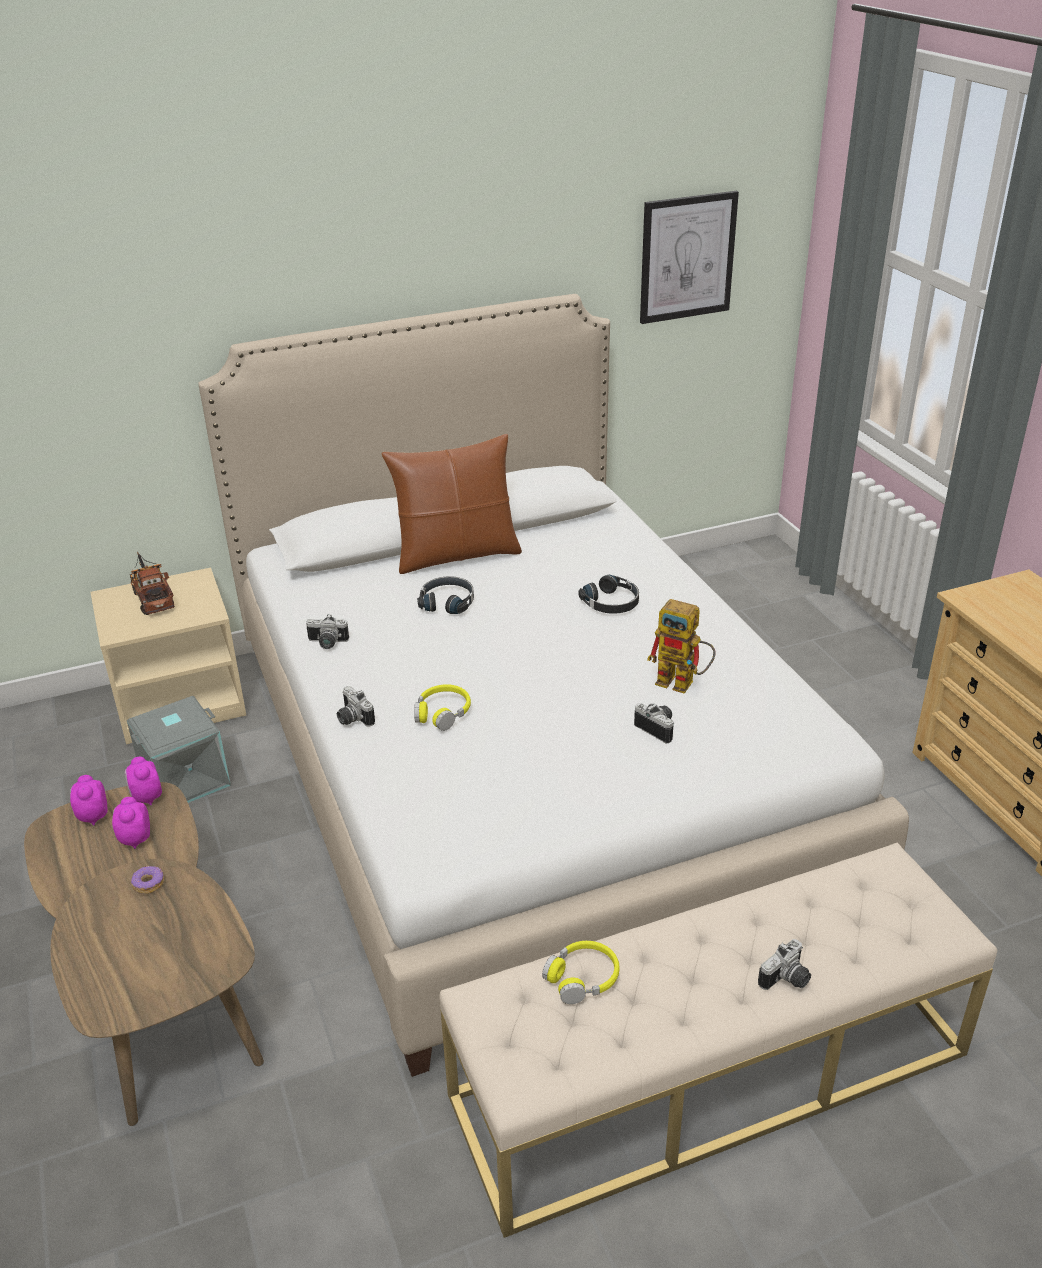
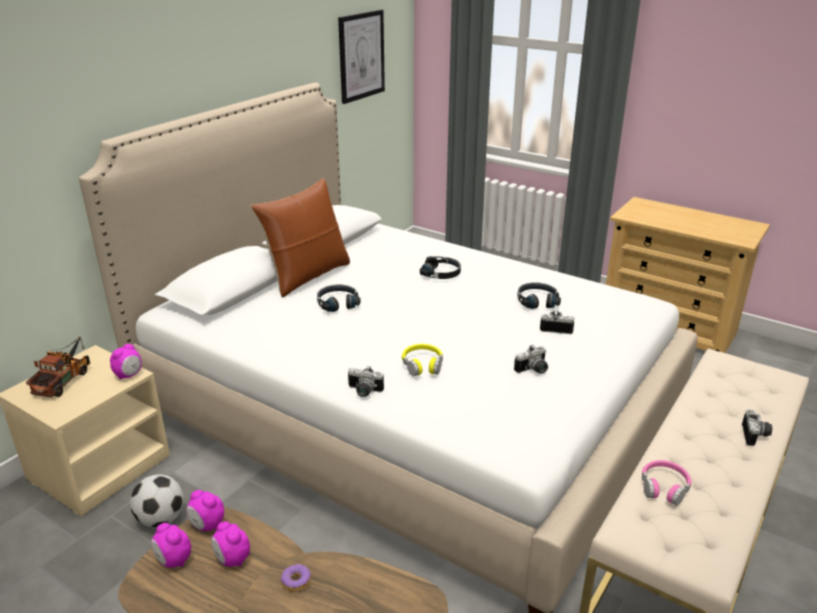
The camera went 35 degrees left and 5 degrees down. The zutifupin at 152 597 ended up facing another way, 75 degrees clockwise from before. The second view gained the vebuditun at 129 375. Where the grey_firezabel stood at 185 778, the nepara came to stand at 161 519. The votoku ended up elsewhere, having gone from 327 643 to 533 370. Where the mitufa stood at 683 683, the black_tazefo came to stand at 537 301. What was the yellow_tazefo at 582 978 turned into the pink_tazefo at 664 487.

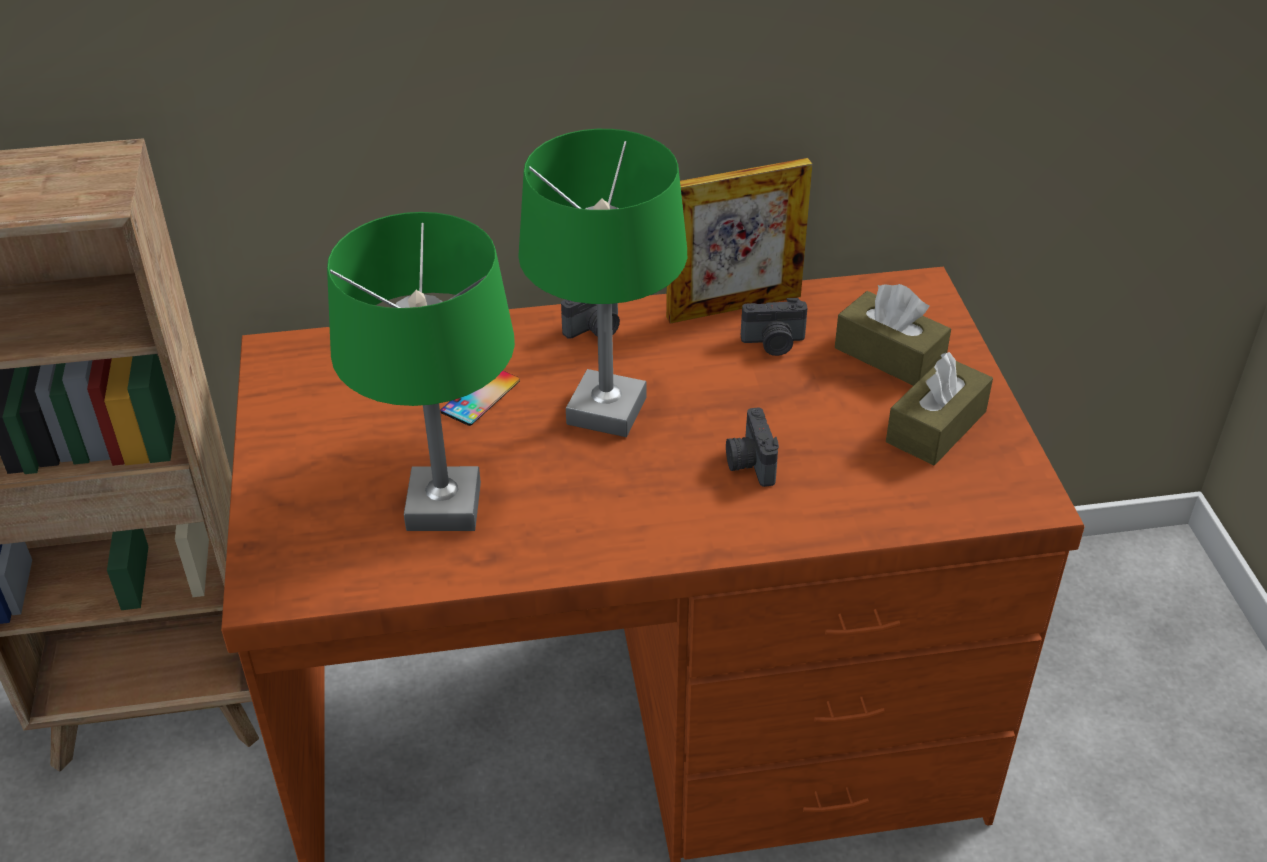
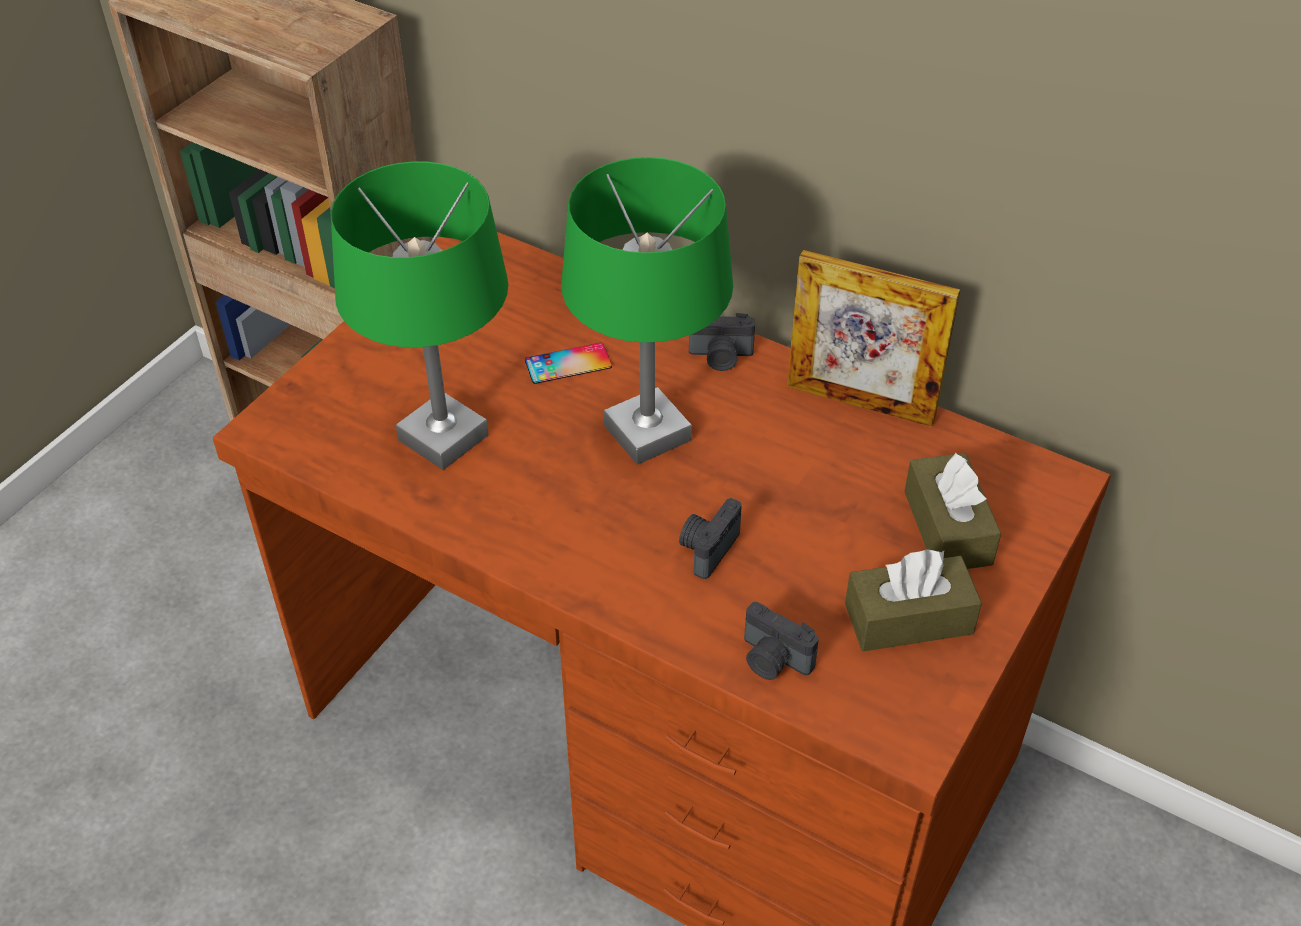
The camera went 40 degrees right and 5 degrees up. The votoku ended up elsewhere, having gone from 773 343 to 772 660.

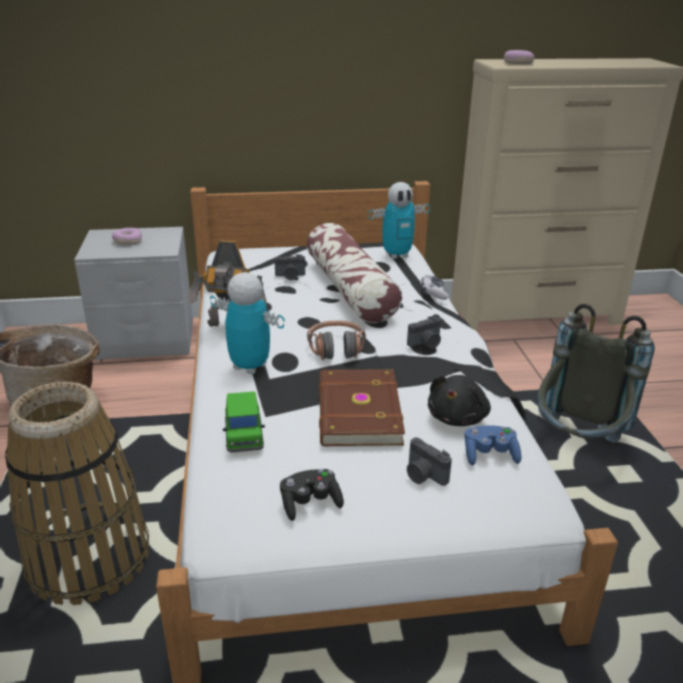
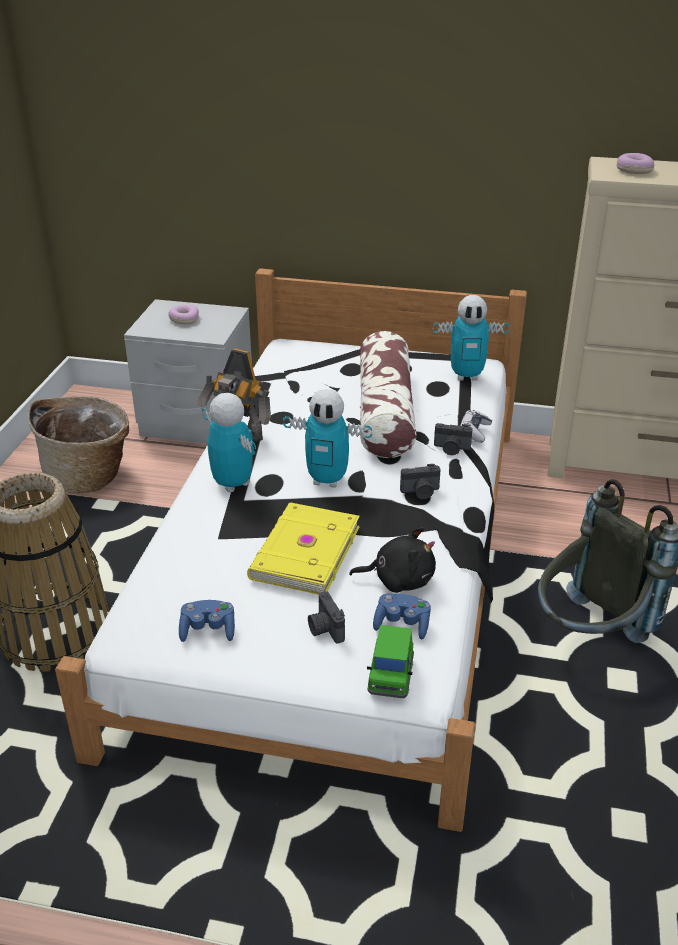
The camera went 20 degrees right and 5 degrees up. What was the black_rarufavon at 310 503 turned into the blue_rarufavon at 208 630. What was the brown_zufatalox at 356 412 turned into the yellow_zufatalox at 303 552. Where the tazefo stood at 336 349, the mitufa came to stand at 327 480. The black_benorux at 458 417 ended up facing another way, 135 degrees counterclockwise from before. The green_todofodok ended up elsewhere, having gone from 244 438 to 390 677. The votoku ended up elsewhere, having gone from 290 276 to 451 449.

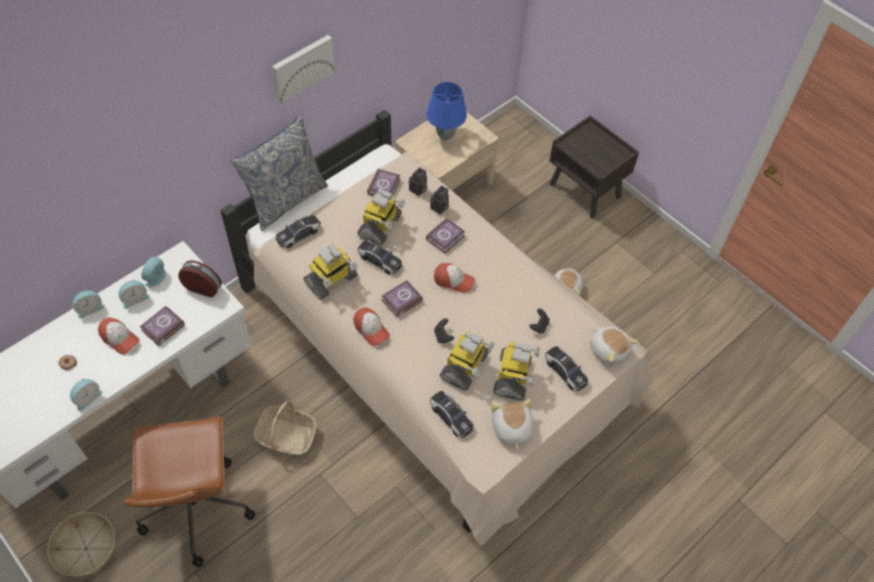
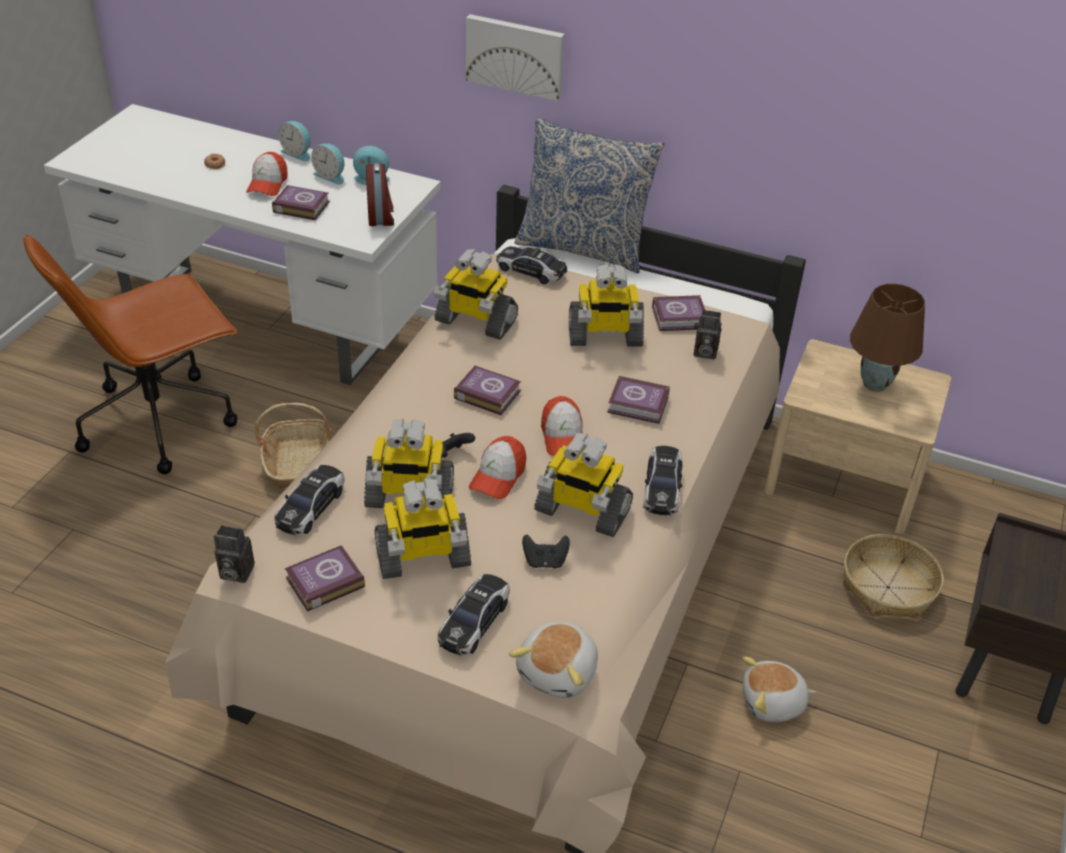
The camera went 65 degrees right and 15 degrees down. The votoku ended up elsewhere, having gone from 439 208 to 234 572. Where the benorux stood at 511 428, the zufatalox came to stand at 323 582. The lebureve ended up elsewhere, having gone from 302 67 to 516 55. The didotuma ended up elsewhere, having gone from 371 329 to 498 476. The second view gained the mitufa at 581 511. The todofodok ended up elsewhere, having gone from 379 260 to 662 488. The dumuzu ended up elsewhere, having gone from 85 548 to 887 587. What was the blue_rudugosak at 445 135 turned into the brown_rudugosak at 874 384. The second view lost the vebuditun at 87 398.

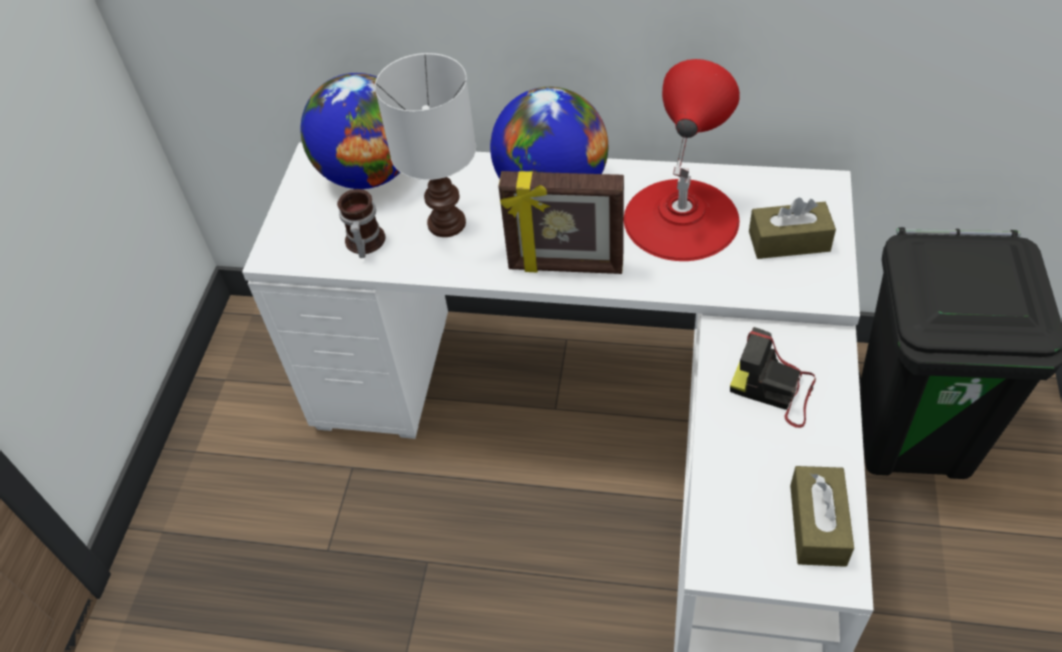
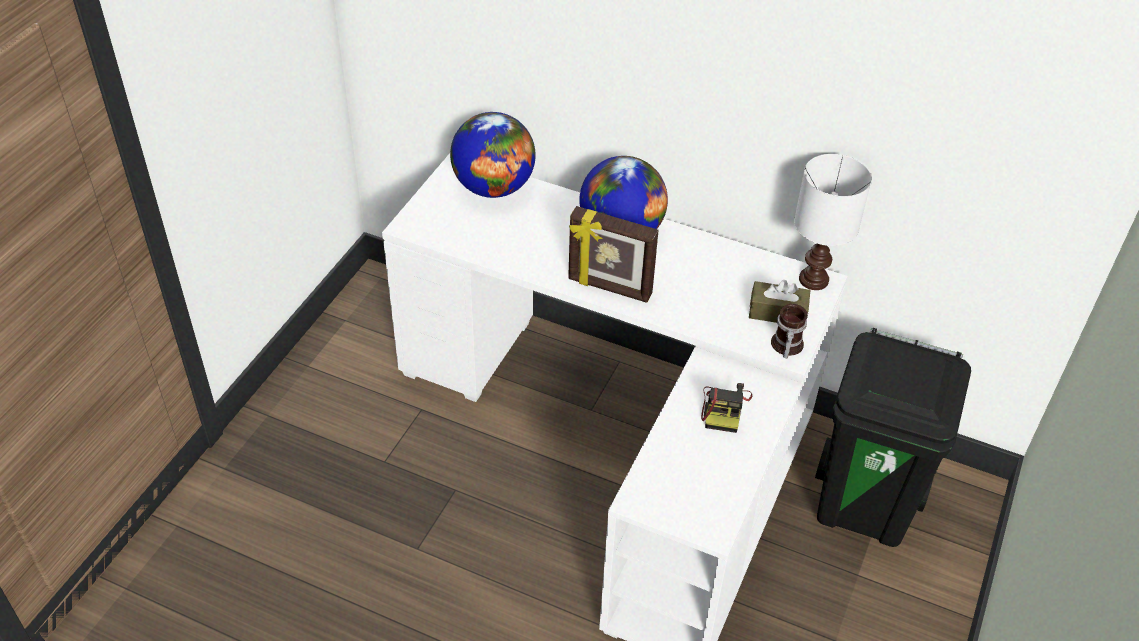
The camera went 10 degrees right and 5 degrees down. The votoku at 775 390 ended up facing another way, 120 degrees counterclockwise from before. The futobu ended up elsewhere, having gone from 363 243 to 785 346. The white_rudugosak ended up elsewhere, having gone from 446 224 to 813 280. The second view lost the red_rudugosak at 680 218. The second view lost the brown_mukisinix at 817 524.

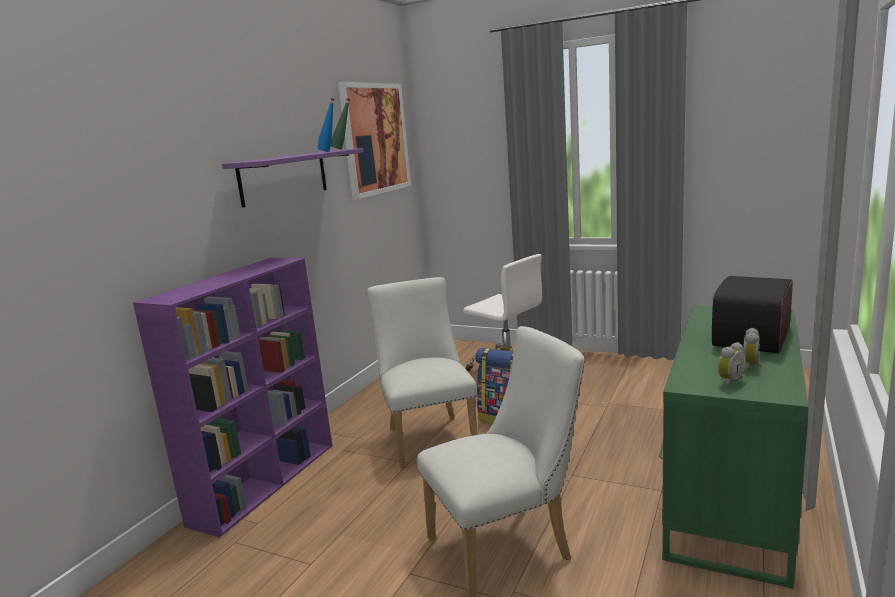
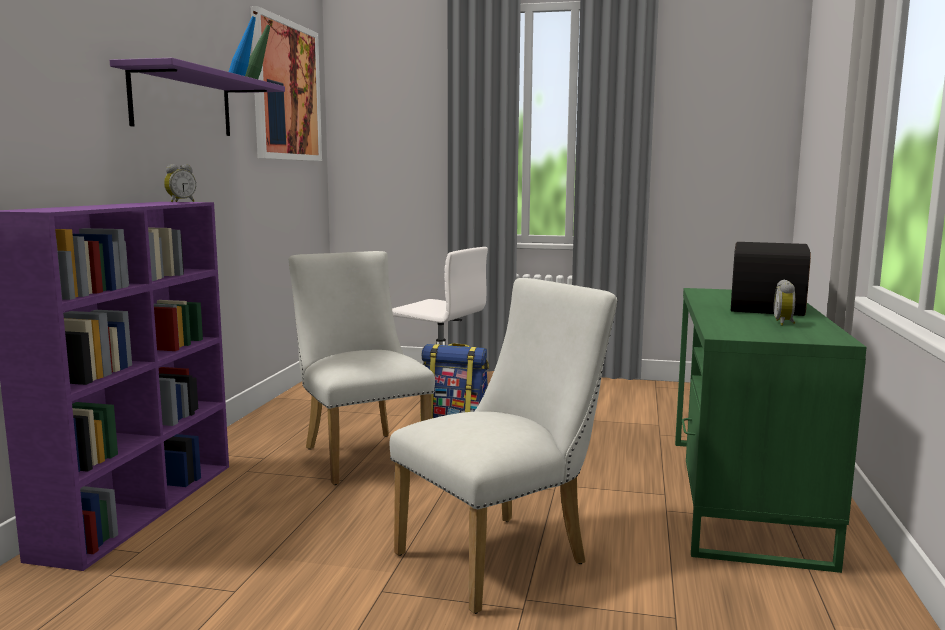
The camera went 15 degrees left and 5 degrees down. The vebuditun ended up elsewhere, having gone from 729 381 to 180 202.

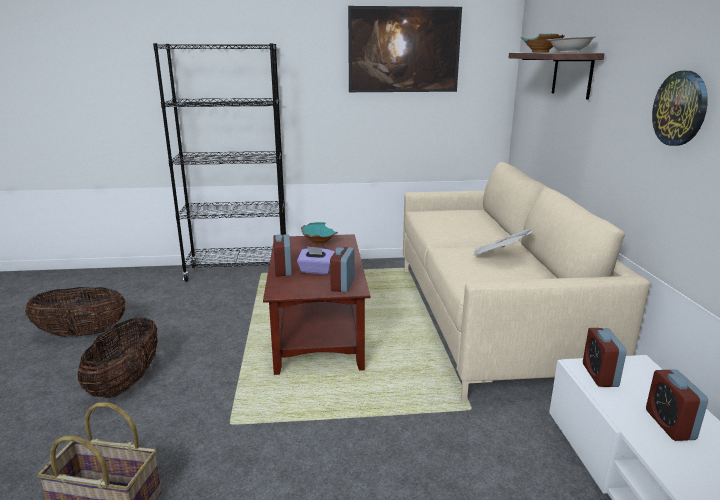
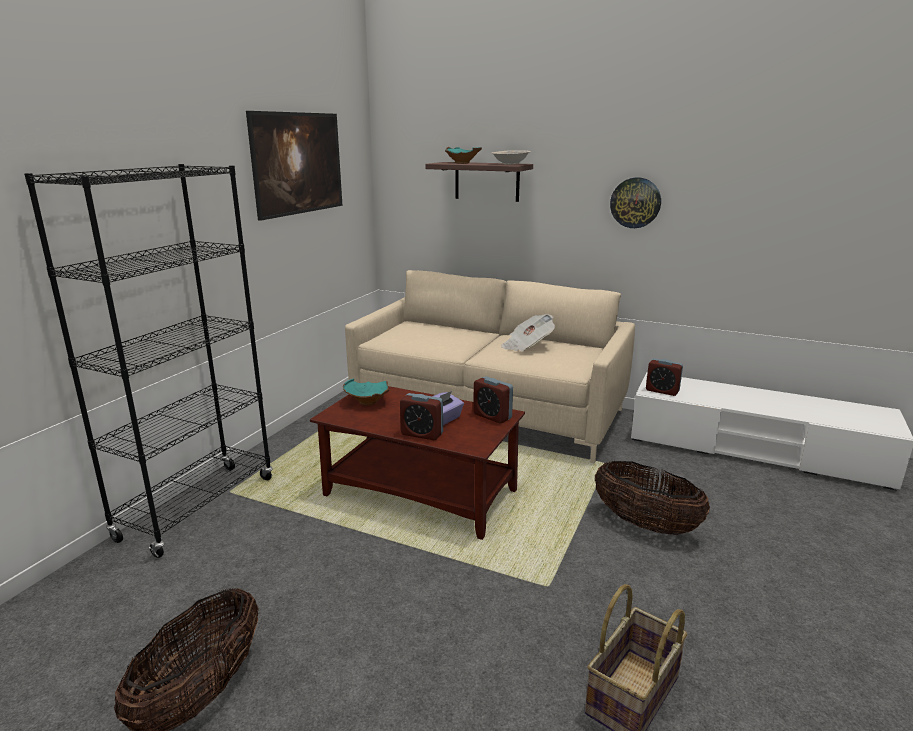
The camera went 60 degrees left and 0 degrees up. The dumuzu ended up elsewhere, having gone from 126 382 to 645 524. The second view lost the vebuditun at 669 424.

